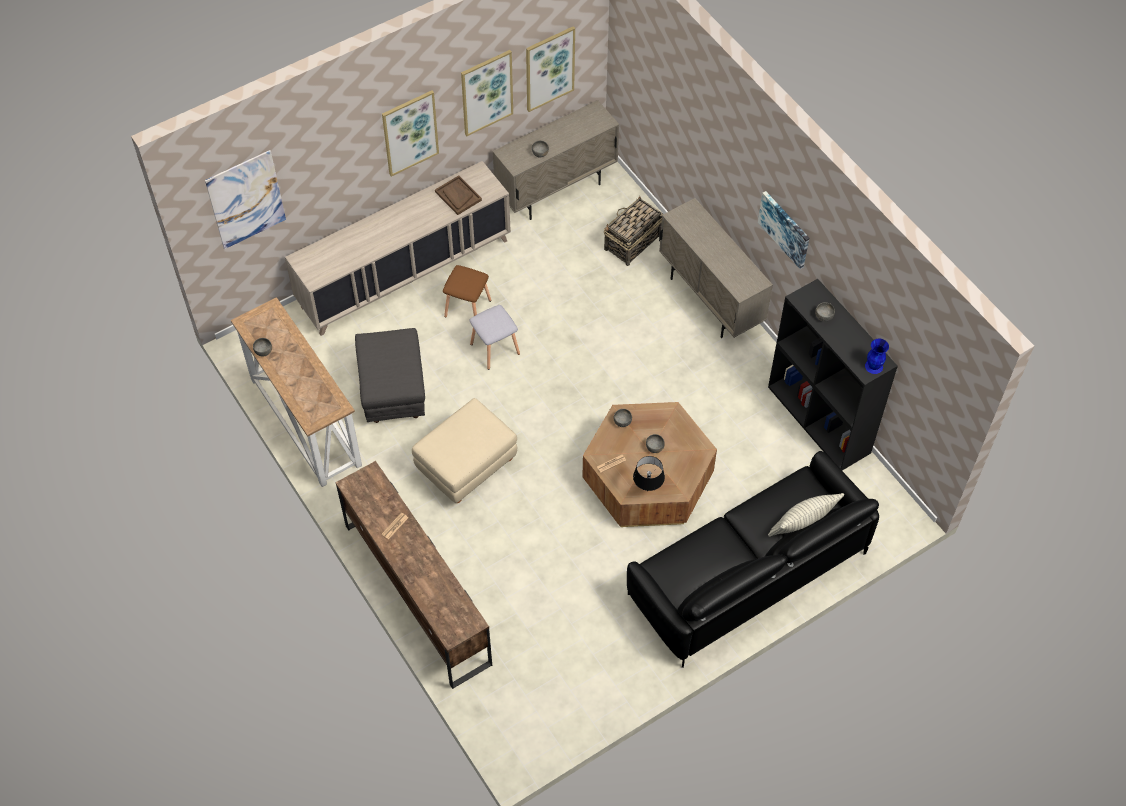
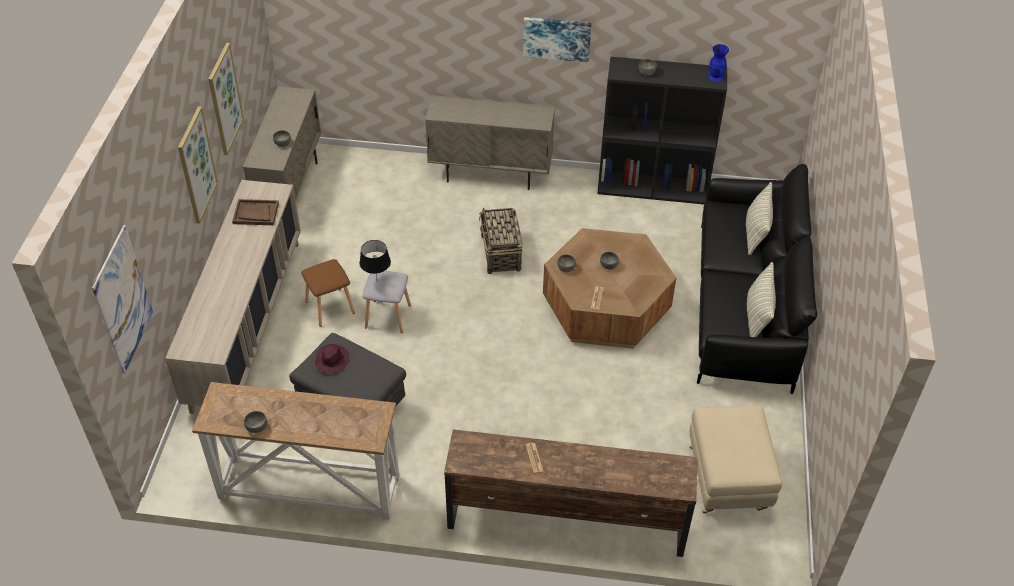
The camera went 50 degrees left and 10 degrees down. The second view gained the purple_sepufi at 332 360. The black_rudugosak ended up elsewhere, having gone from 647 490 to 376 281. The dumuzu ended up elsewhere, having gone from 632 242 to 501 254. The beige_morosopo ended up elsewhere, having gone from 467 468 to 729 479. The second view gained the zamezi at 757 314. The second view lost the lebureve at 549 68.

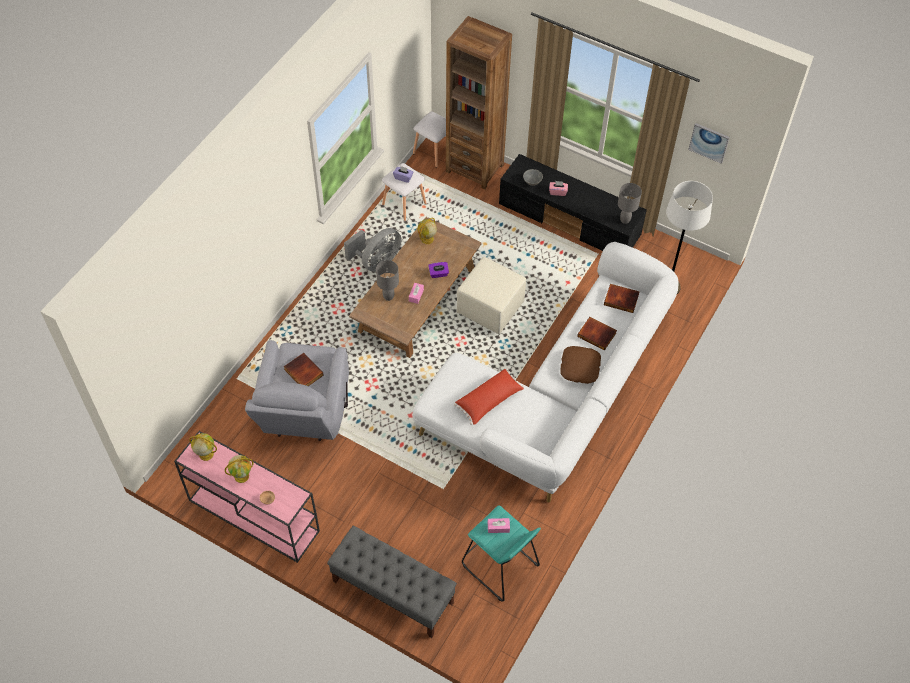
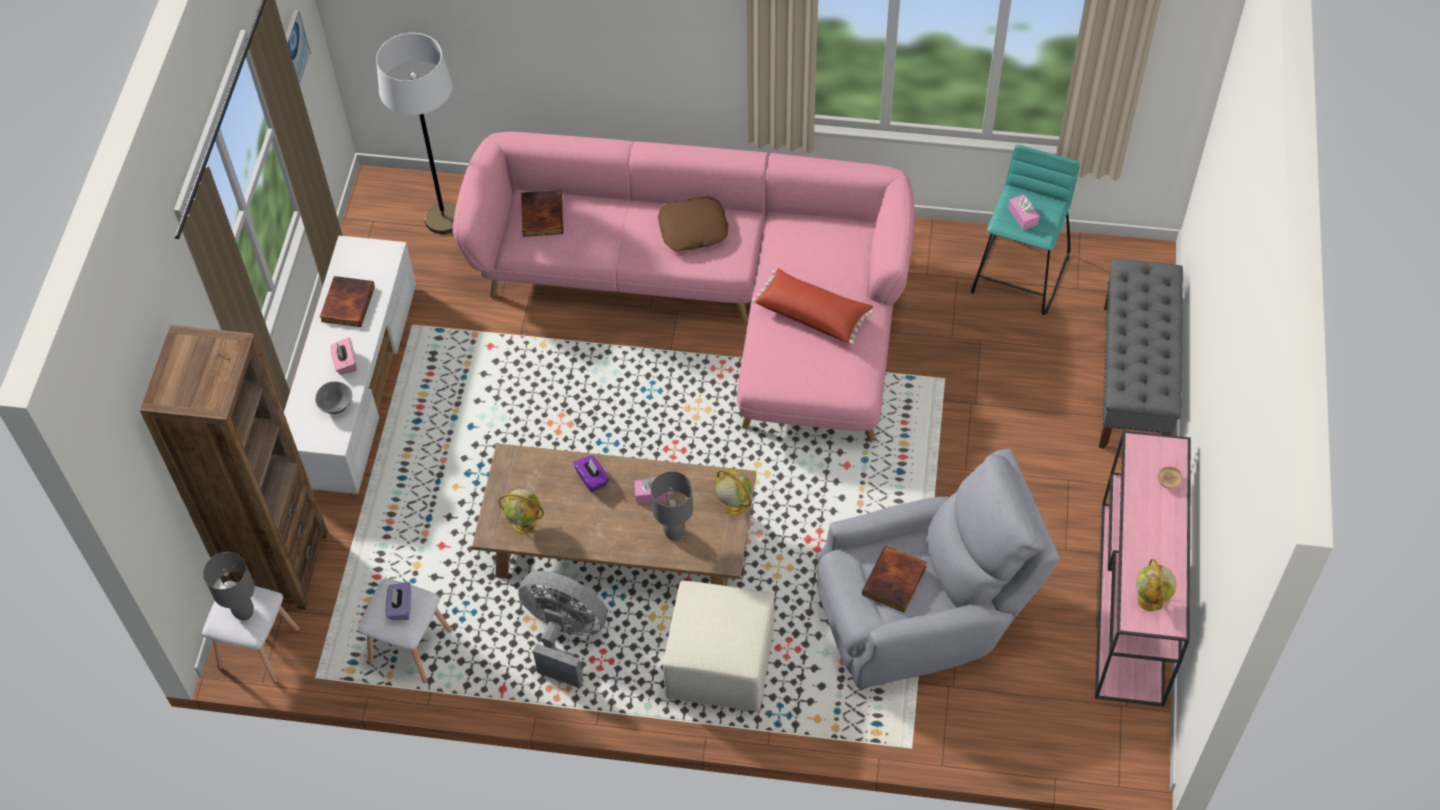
The camera went 110 degrees left and 0 degrees up. The grey_rudugosak ended up elsewhere, having gone from 624 220 to 244 613. What was the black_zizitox at 570 221 turned into the white_zizitox at 354 383. The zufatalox ended up elsewhere, having gone from 597 334 to 347 303. What was the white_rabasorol at 555 397 turned into the pink_rabasorol at 717 296. The beige_morosopo ended up elsewhere, having gone from 491 308 to 720 663. The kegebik ended up elsewhere, having gone from 242 476 to 733 504.

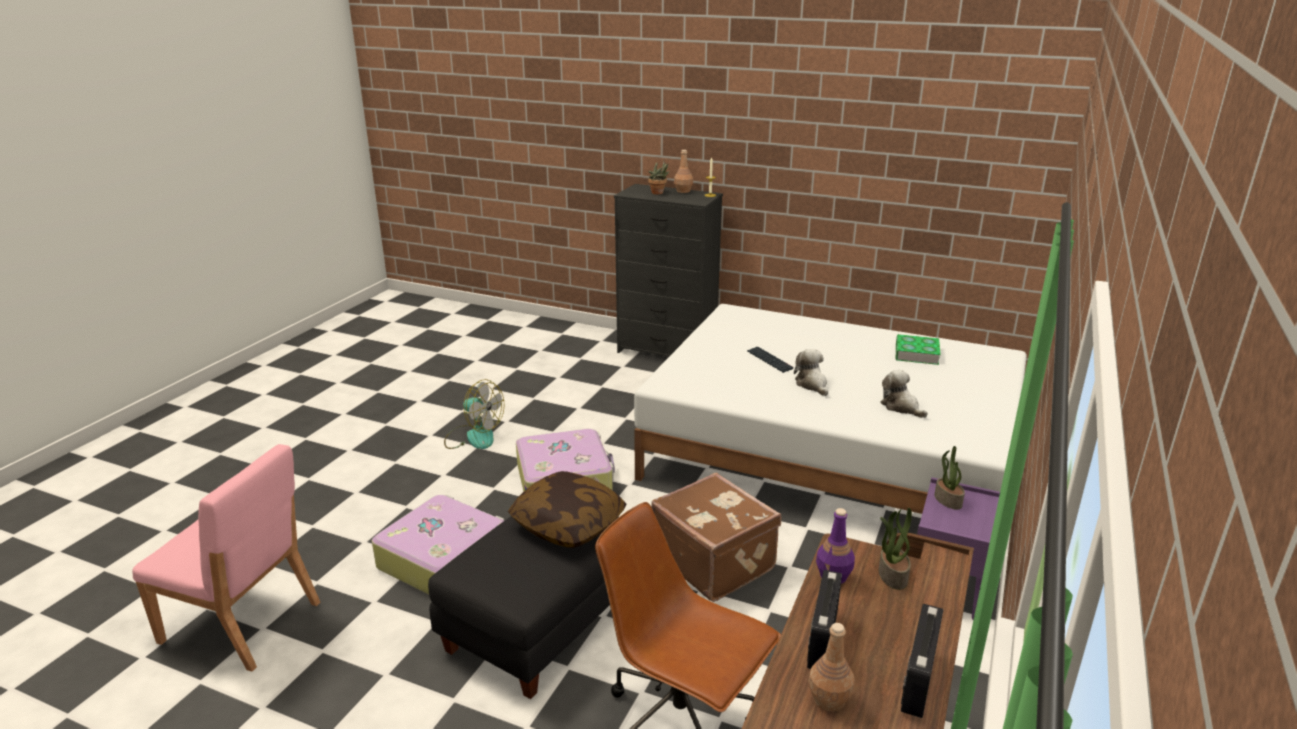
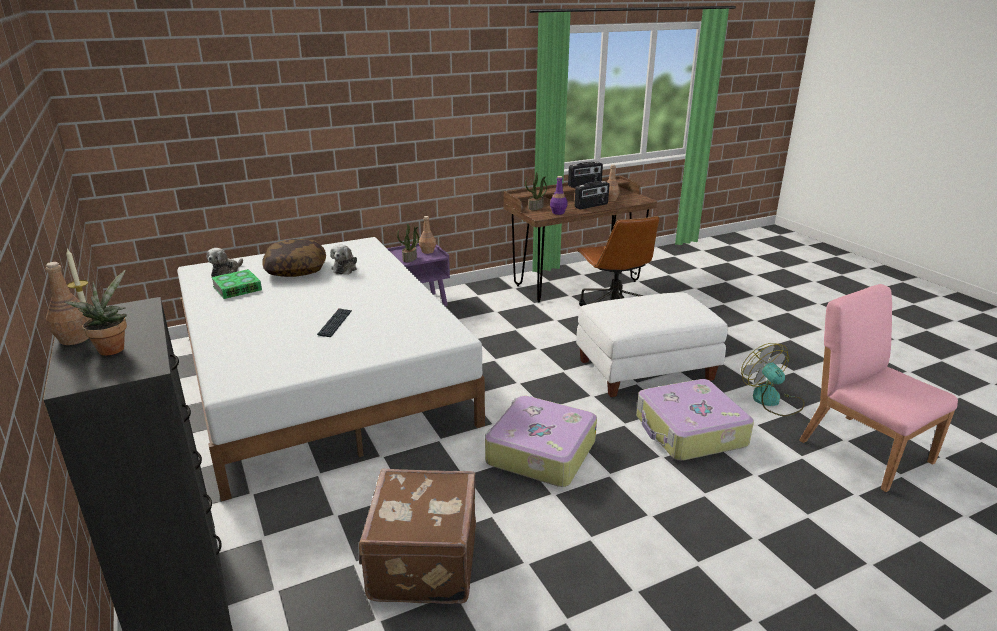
The camera went 140 degrees left and 0 degrees up. The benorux ended up elsewhere, having gone from 812 384 to 226 272. The zamezi ended up elsewhere, having gone from 568 524 to 296 269. The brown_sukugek ended up elsewhere, having gone from 714 561 to 421 563. The second view gained the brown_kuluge at 428 251. What was the black_morosopo at 543 624 turned into the white_morosopo at 645 369. The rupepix ended up elsewhere, having gone from 473 436 to 772 401.

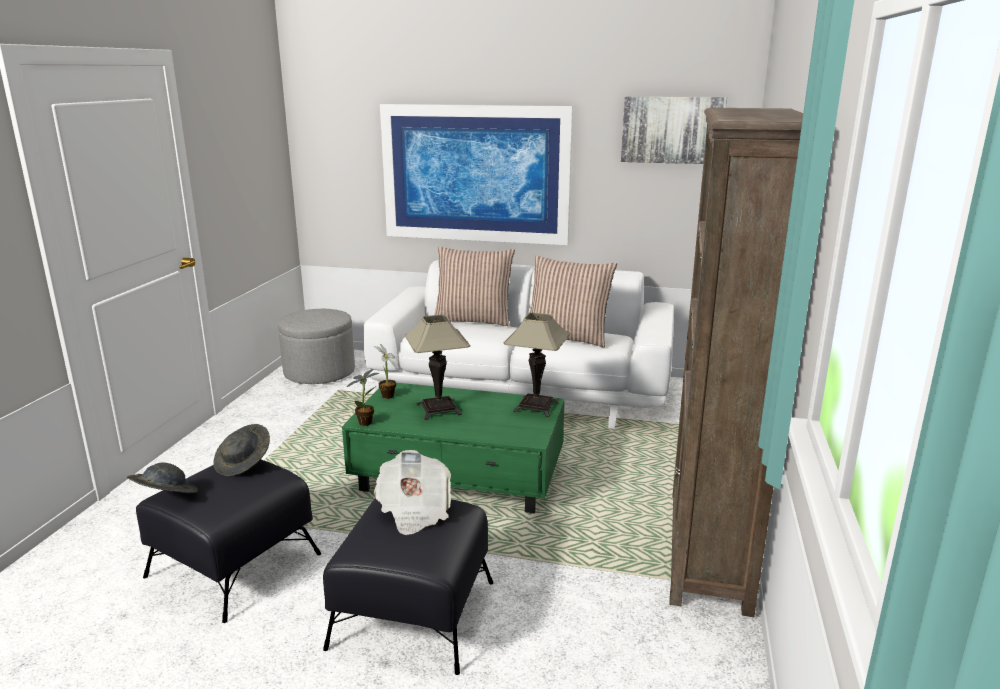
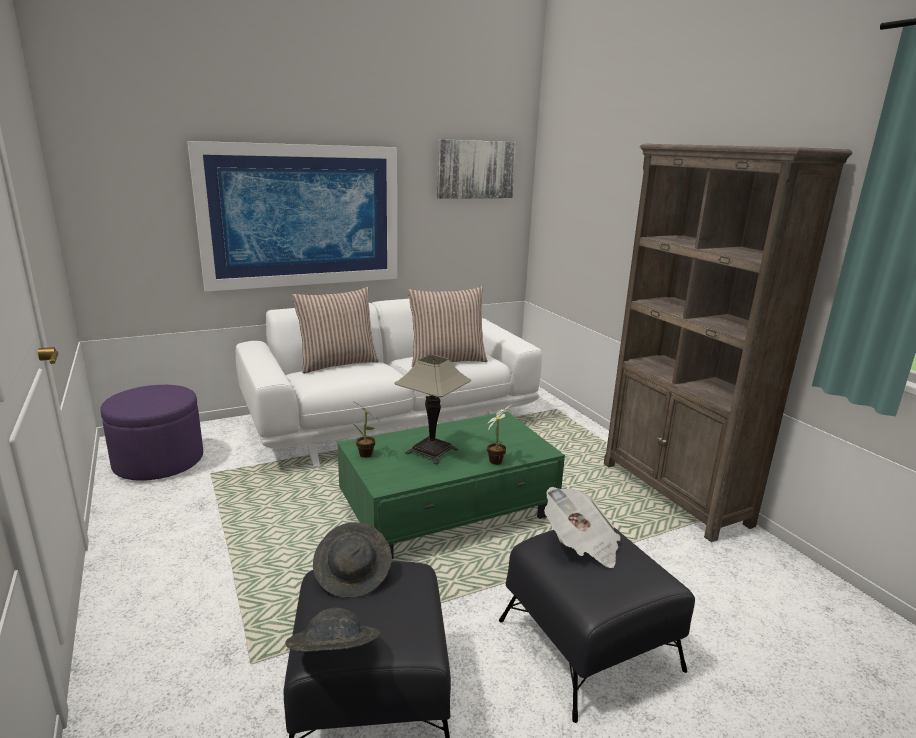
The camera went 40 degrees left and 0 degrees up. What was the grey_morosopo at 319 372 turned into the purple_morosopo at 159 461. The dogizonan ended up elsewhere, having gone from 367 422 to 496 460. The second view lost the rudugosak at 536 406.

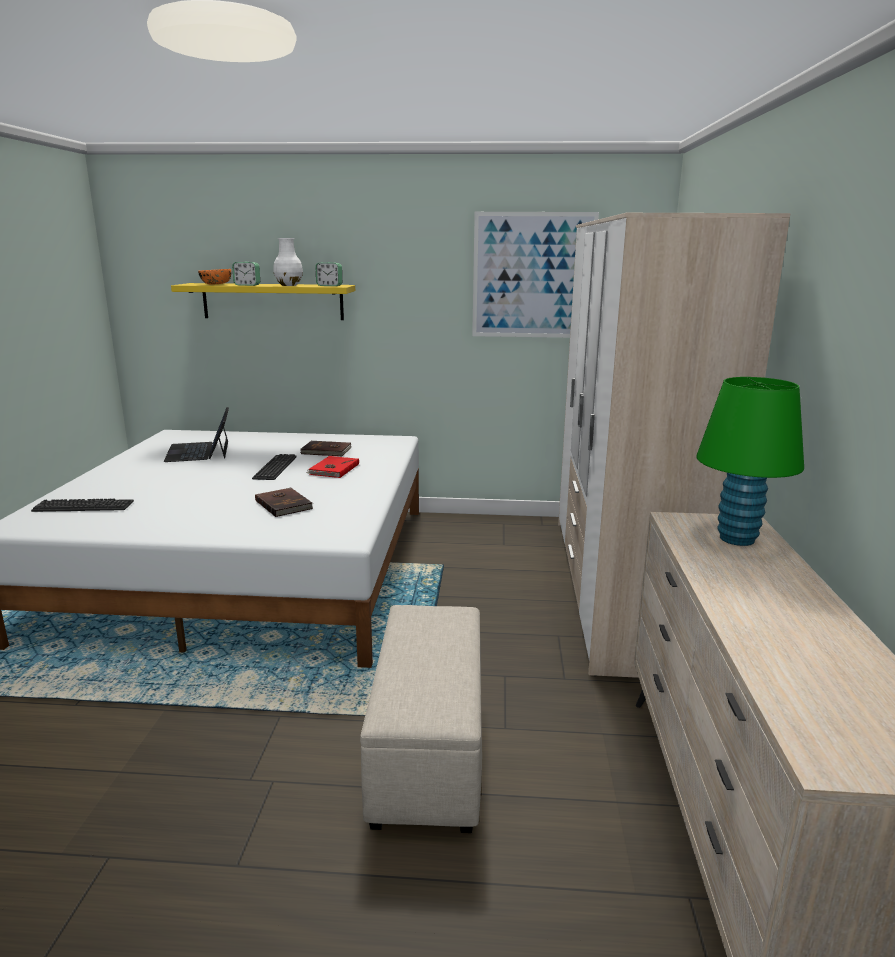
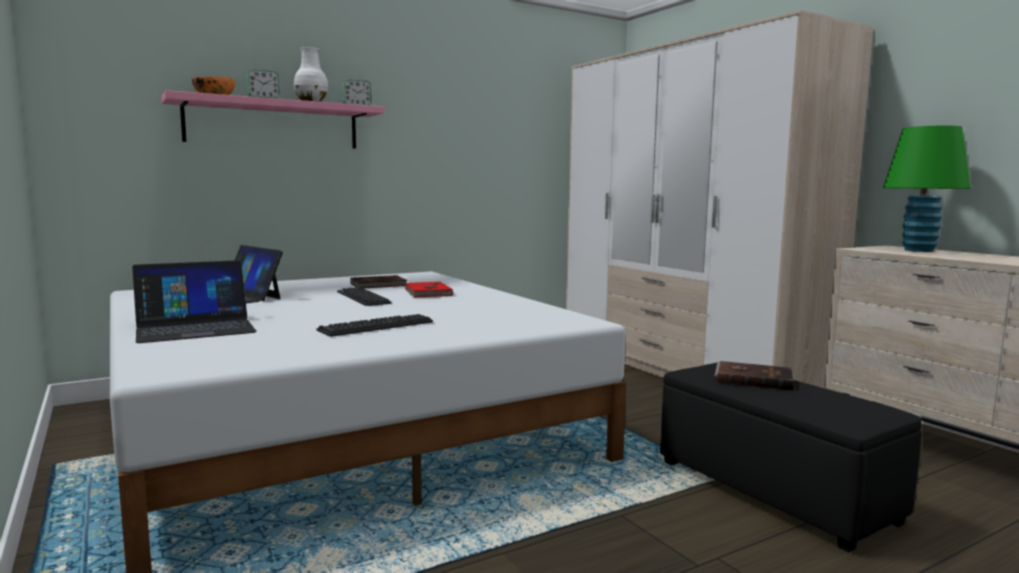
The camera went 35 degrees left and 10 degrees down. The second view gained the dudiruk at 195 328. What was the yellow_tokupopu at 273 301 turned into the pink_tokupopu at 273 124. The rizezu ended up elsewhere, having gone from 83 506 to 376 326. What was the beige_morosopo at 428 749 turned into the black_morosopo at 774 491. The brown_zufatalox ended up elsewhere, having gone from 284 504 to 753 378. The second view lost the lebureve at 533 276.

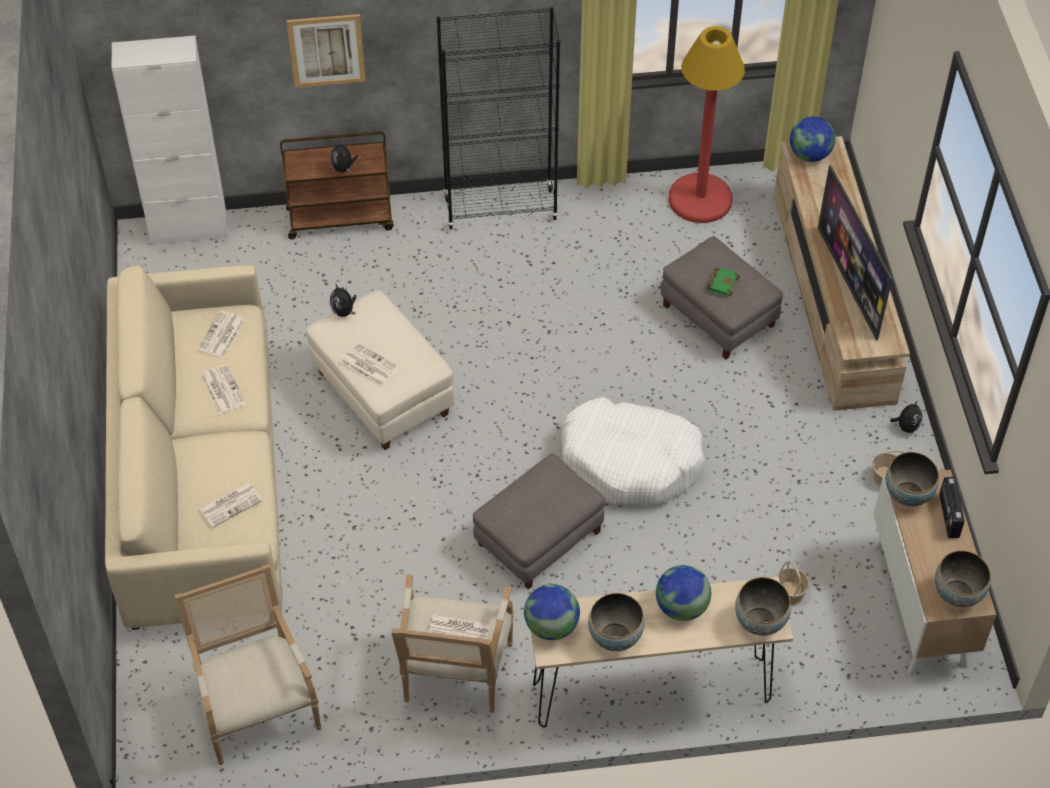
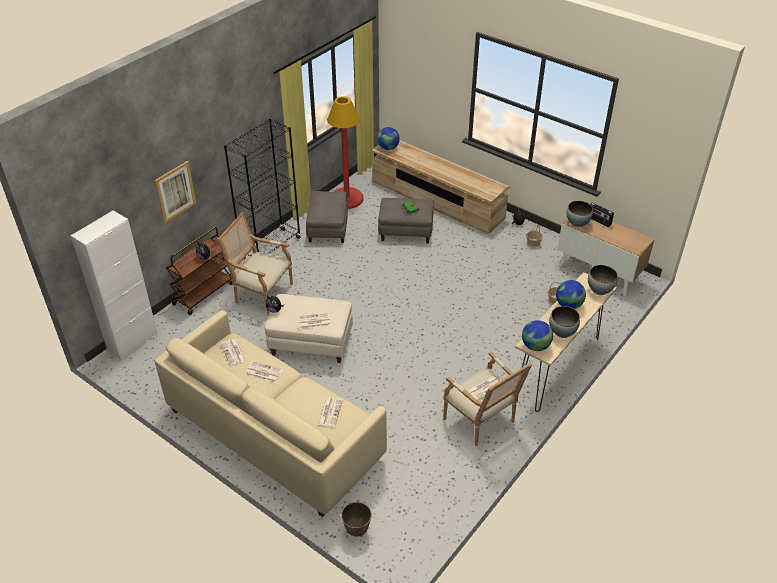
The camera went 45 degrees left and 10 degrees down. The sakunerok ended up elsewhere, having gone from 256 708 to 261 294. The grey_morosopo ended up elsewhere, having gone from 538 537 to 327 227. The second view gained the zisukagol at 357 530. The second view lost the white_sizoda at 630 462. The second view lost the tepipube at 849 283. The second view lost the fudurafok at 957 594.

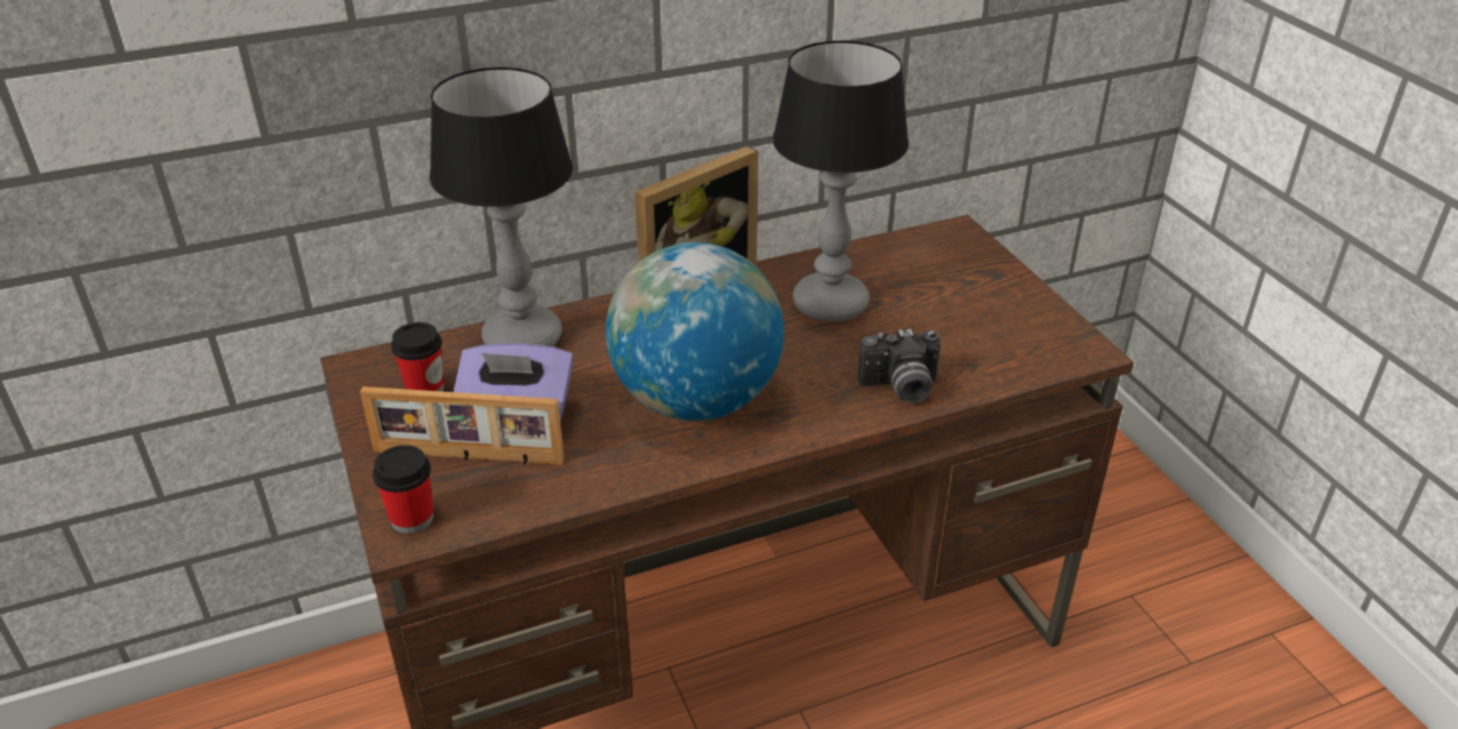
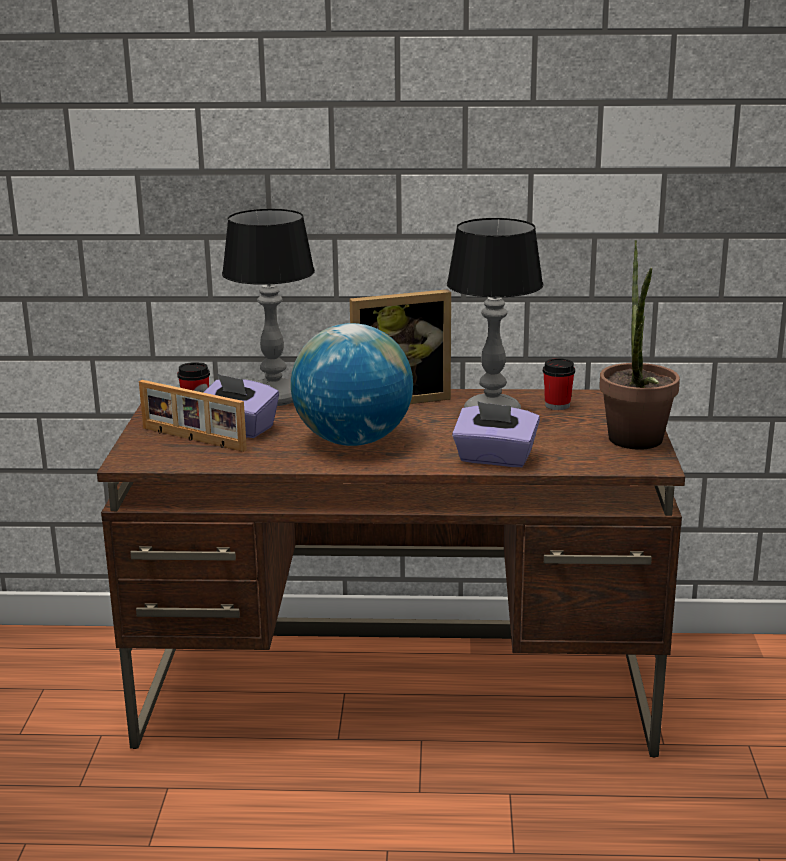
The camera went 25 degrees right and 15 degrees down. Where the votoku stood at 900 388, the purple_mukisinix came to stand at 495 458. The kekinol ended up elsewhere, having gone from 412 518 to 557 405. The second view gained the dogizonan at 635 444.

